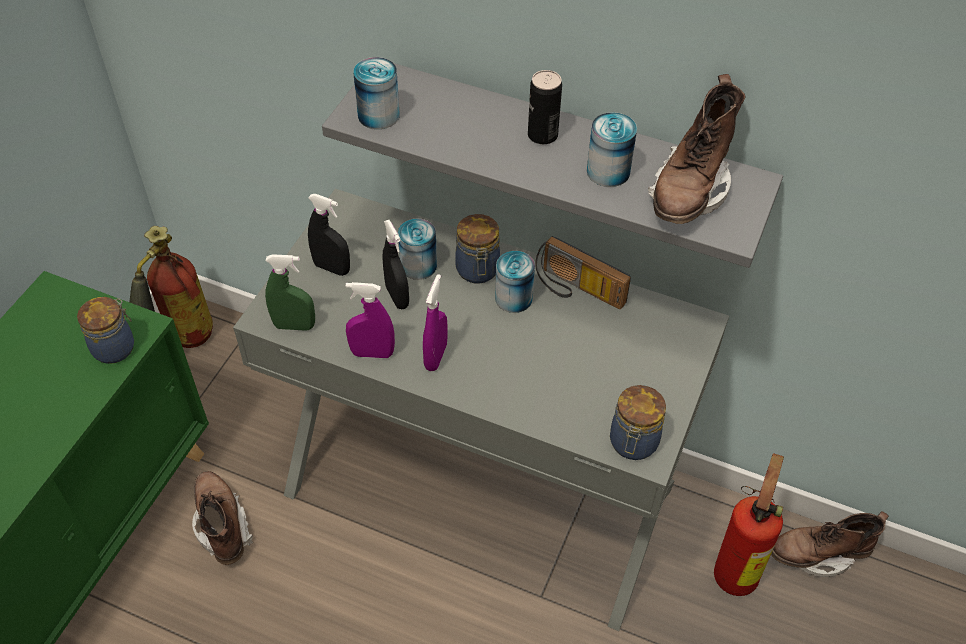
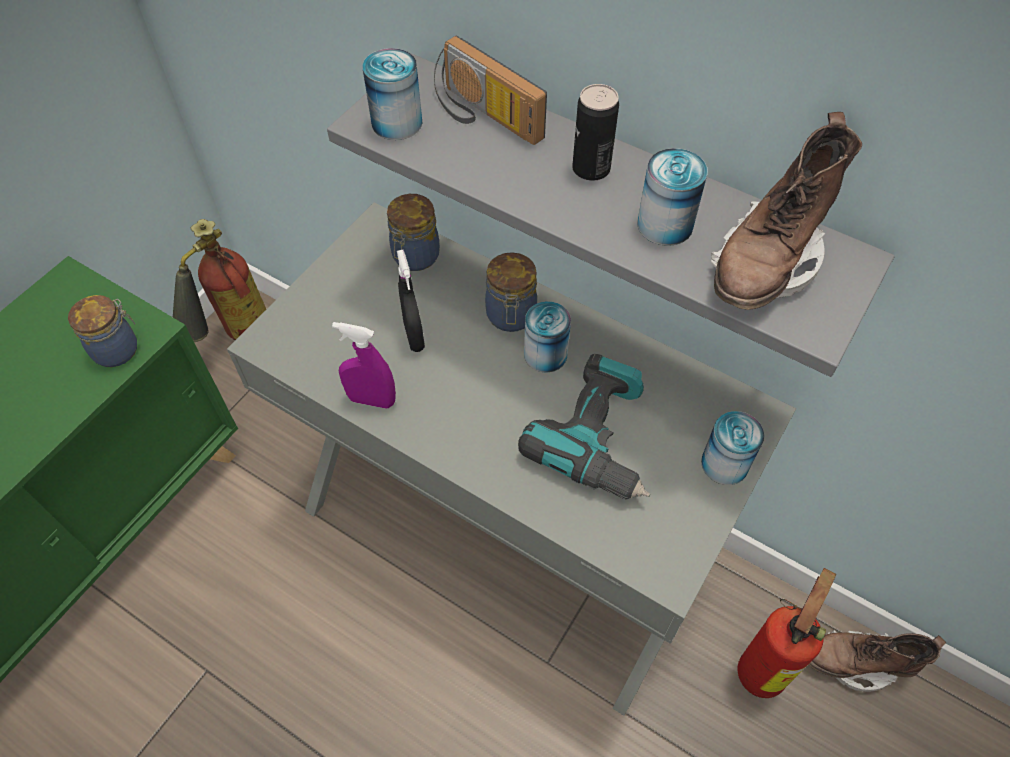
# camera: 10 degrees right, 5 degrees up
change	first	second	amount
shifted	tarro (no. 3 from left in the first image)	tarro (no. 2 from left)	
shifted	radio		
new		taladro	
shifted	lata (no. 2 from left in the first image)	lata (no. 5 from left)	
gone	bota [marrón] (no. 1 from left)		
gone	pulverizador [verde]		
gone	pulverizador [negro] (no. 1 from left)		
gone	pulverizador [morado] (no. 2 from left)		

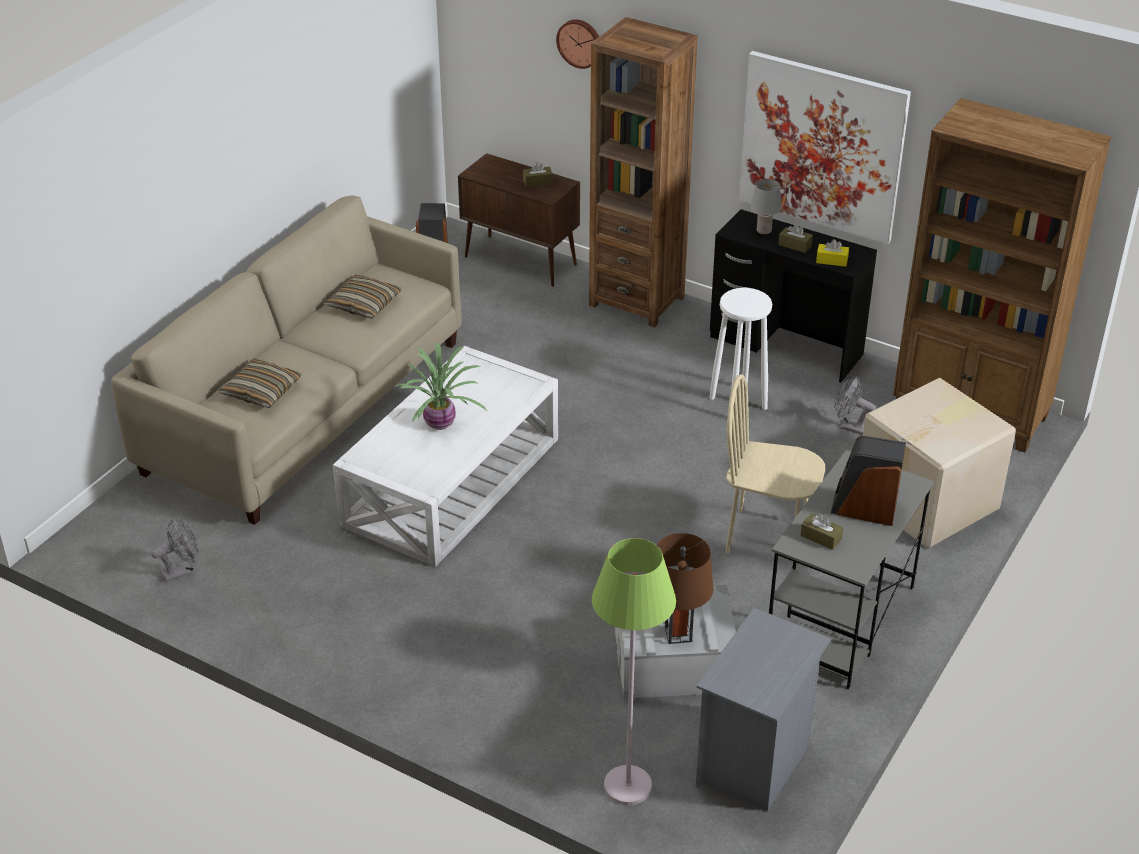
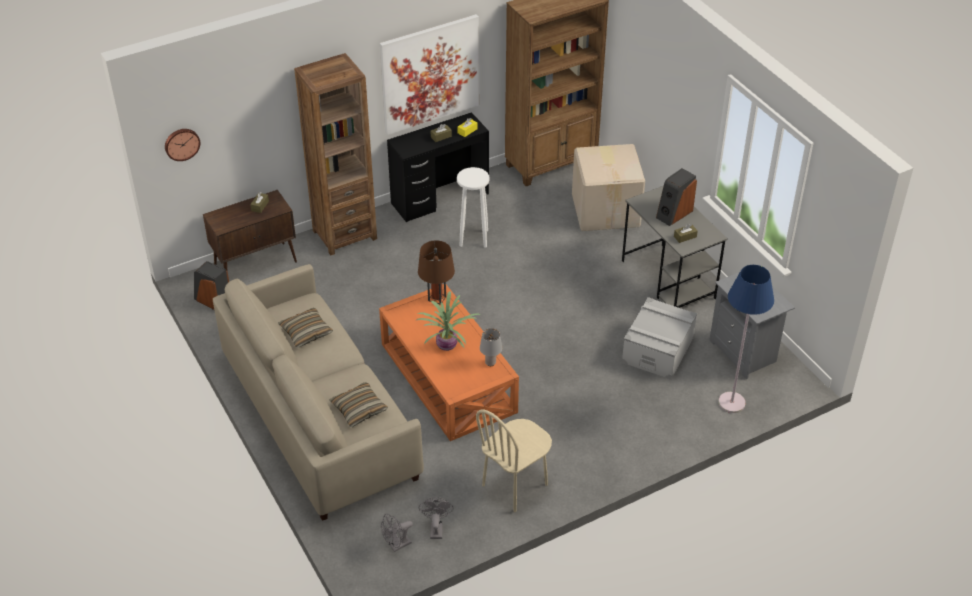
# camera: 60 degrees left, 5 degrees up
change	first	second	amount
shifted	reloj de pared		
repainted	mesa de centro [blanco]	mesa de centro [naranja]	
shifted	ventilador [gris] (no. 2 from left in the first image)	ventilador [gris] (no. 1 from left)	
shifted	lámpara de mesa [marrón]		
shifted	silla [beis]		
shifted	lámpara de mesa [gris]		
repainted	lámpara de pie [verde]	lámpara de pie [azul]	

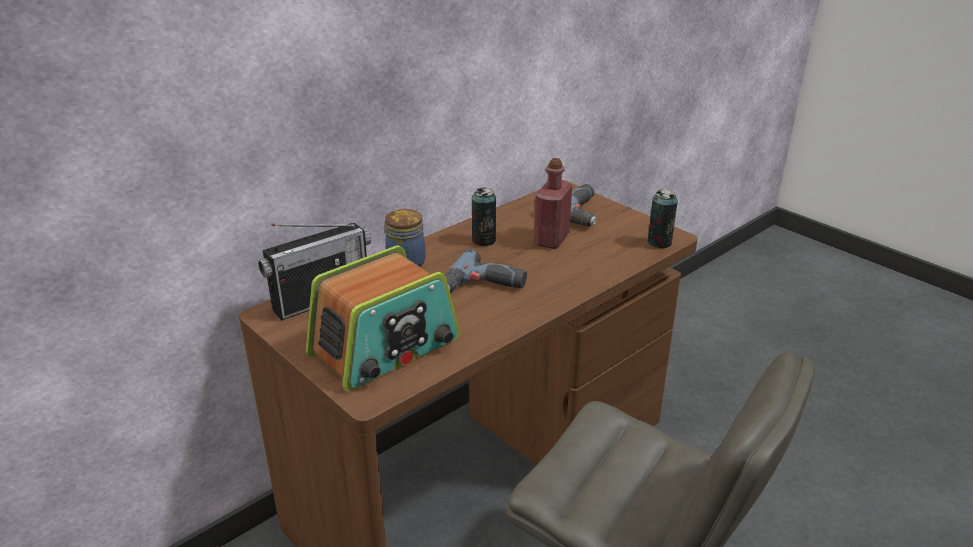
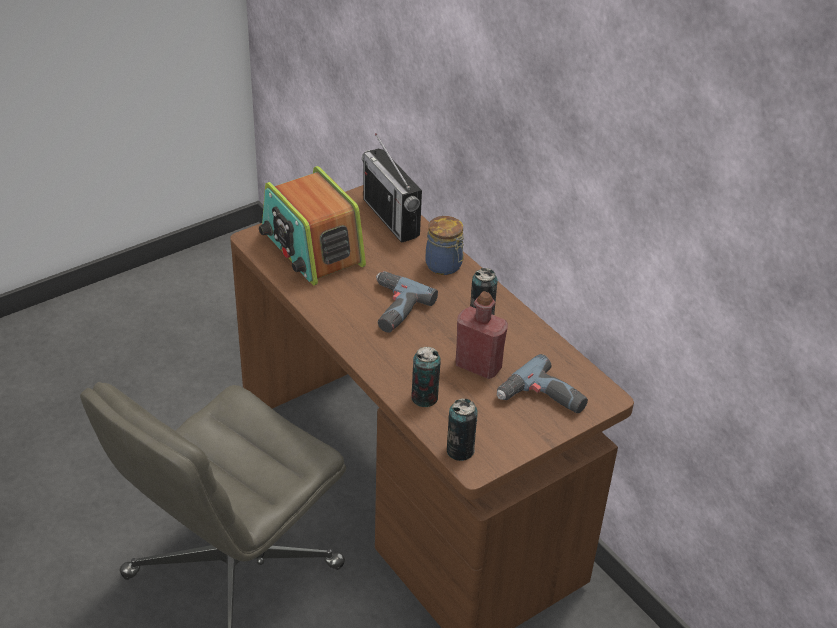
# camera: 95 degrees right, 10 degrees up
change	first	second	amount
new		lata (no. 1 from left)	

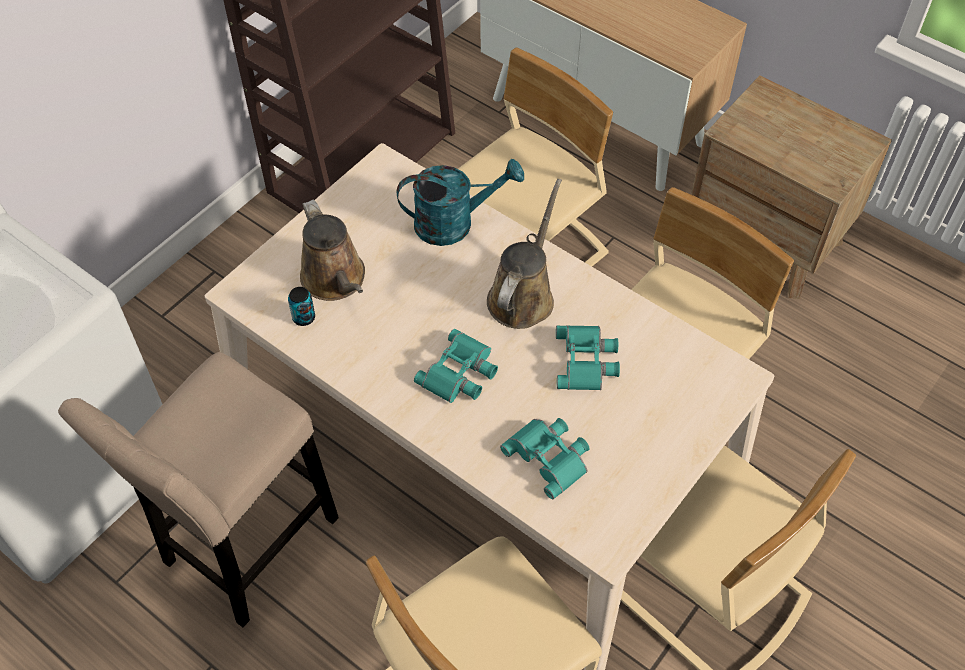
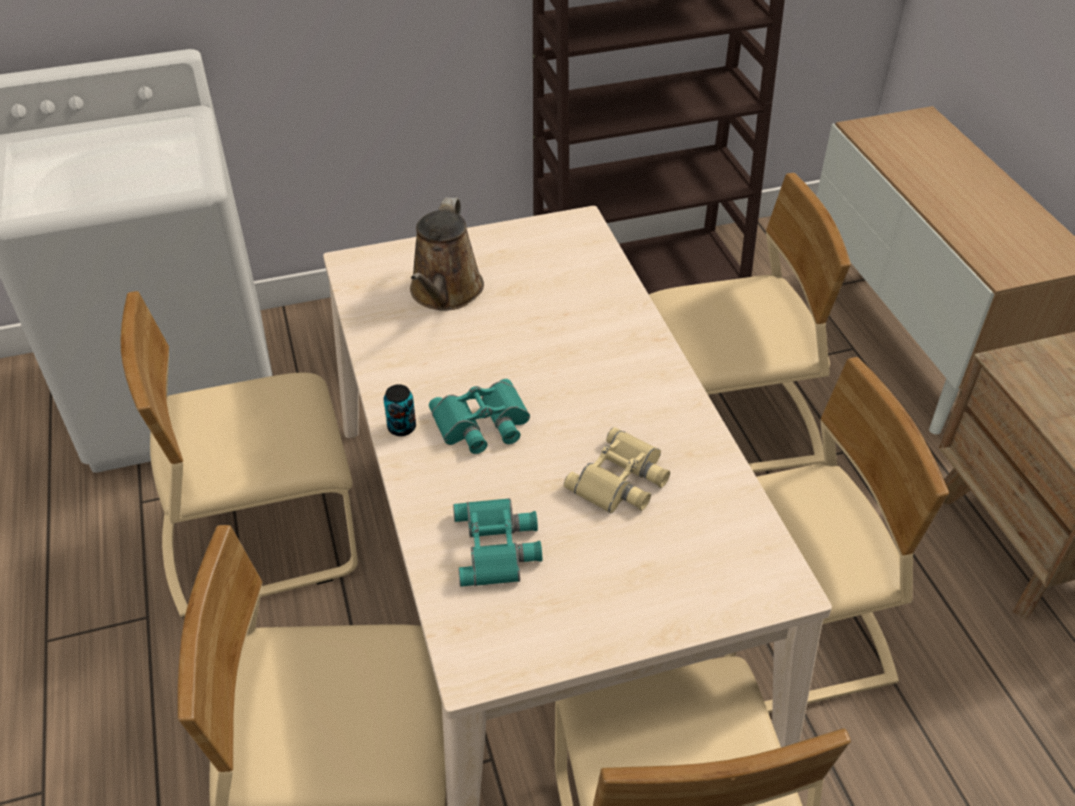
# camera: 35 degrees right, 10 degrees down
change	first	second	amount
swapped	taburete [beis]	silla [beis] (no. 1 from left)	
shifted	lata		
repainted	prismáticos [turquesa] (no. 3 from left)	prismáticos [beis]	
gone	regadera [turquesa]		
gone	regadera [marrón] (no. 2 from left)		

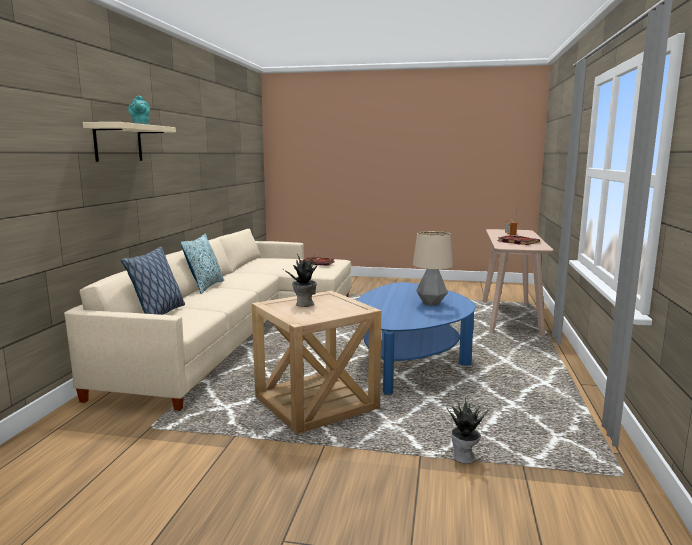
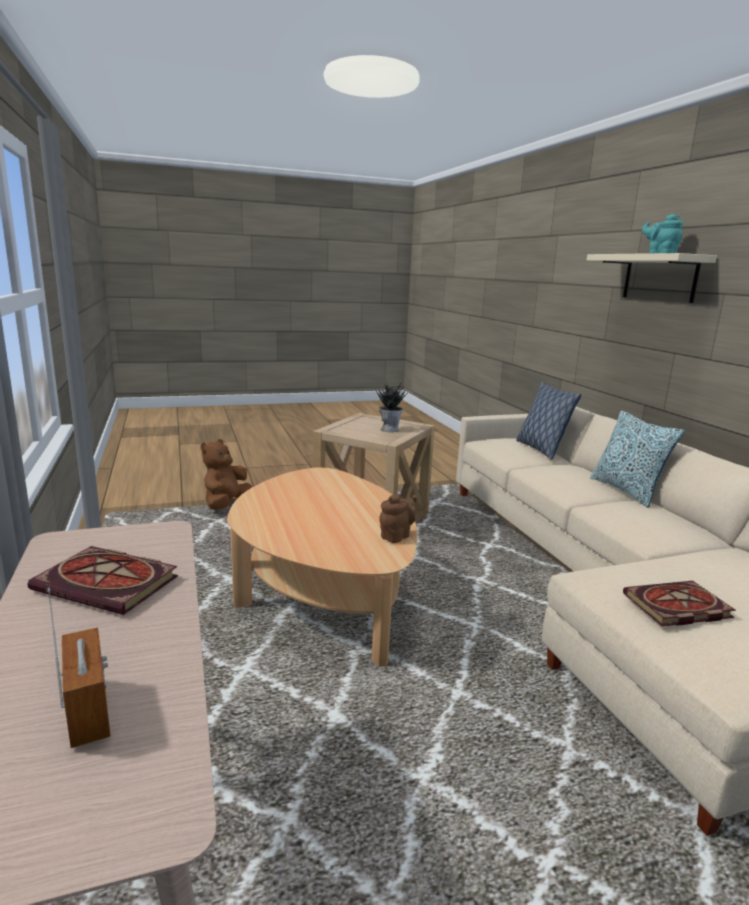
# camera: 150 degrees right, 5 degrees up
change	first	second	amount
swapped	planta en maceta (no. 2 from left)	peluche [marrón]	
repainted	mesa de centro [azul]	mesa de centro [beis]	
new		tetera [marrón]	
gone	lámpara de mesa		

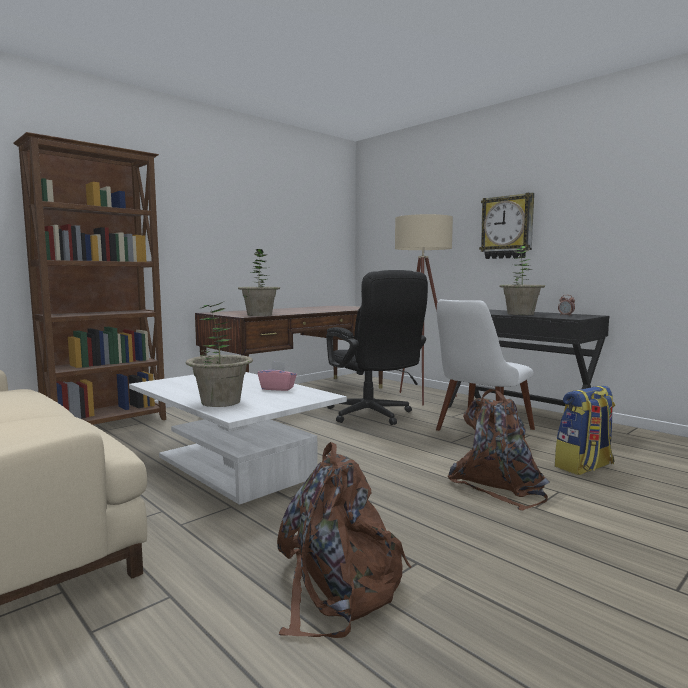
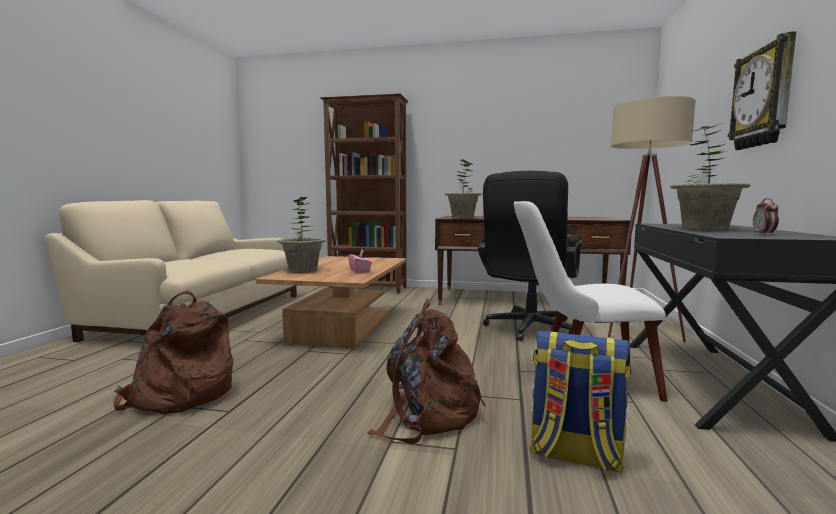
# camera: 55 degrees right, 0 degrees up
change	first	second	amount
repainted	mesa de centro [blanco]	mesa de centro [marrón]	

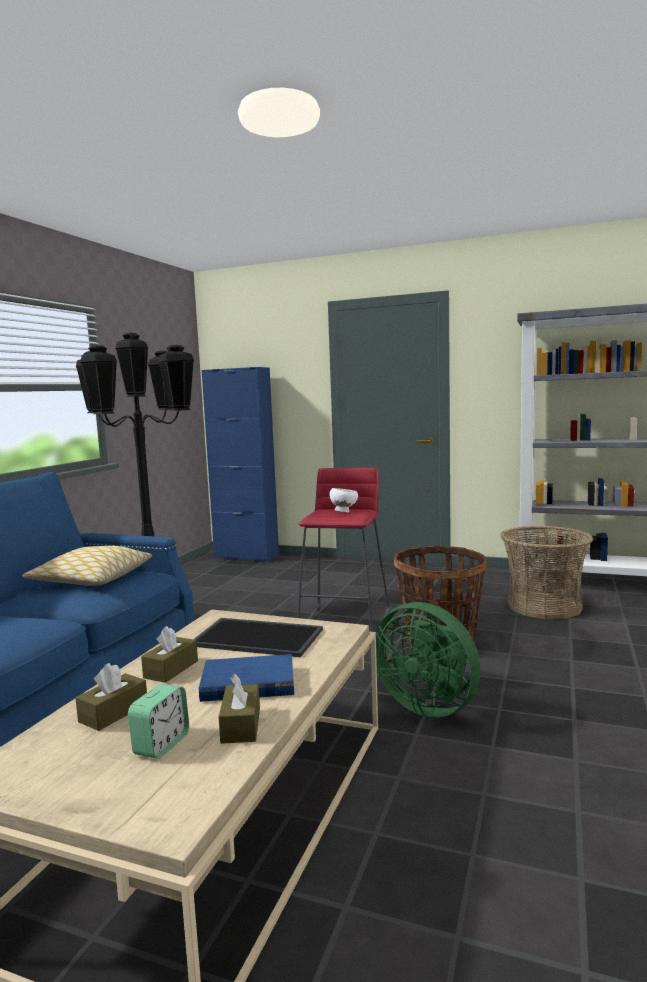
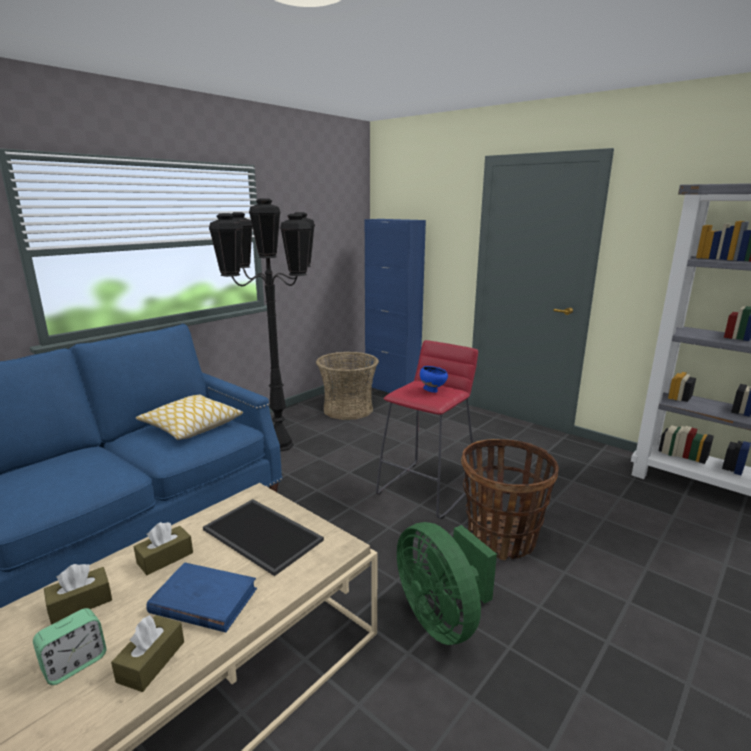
# camera: 20 degrees right, 10 degrees up
change	first	second	amount
shifted	cesta (no. 2 from left in the first image)	cesta (no. 1 from left)	
repainted	cuenco [blanco]	cuenco [azul]	

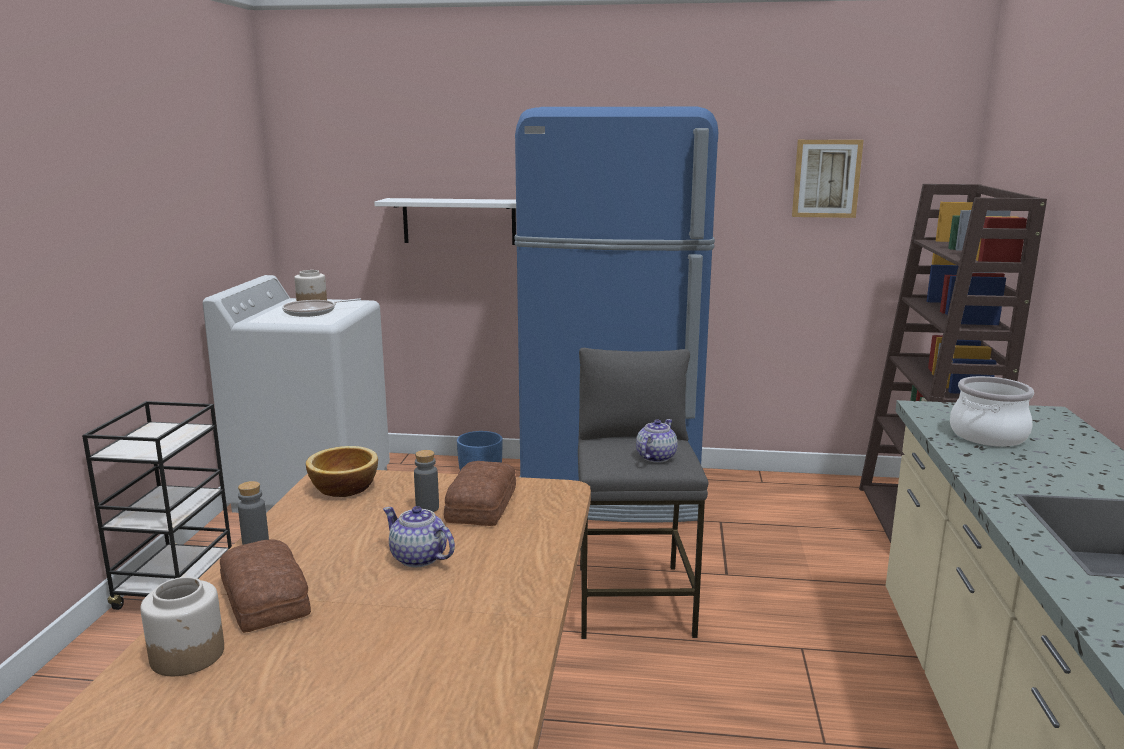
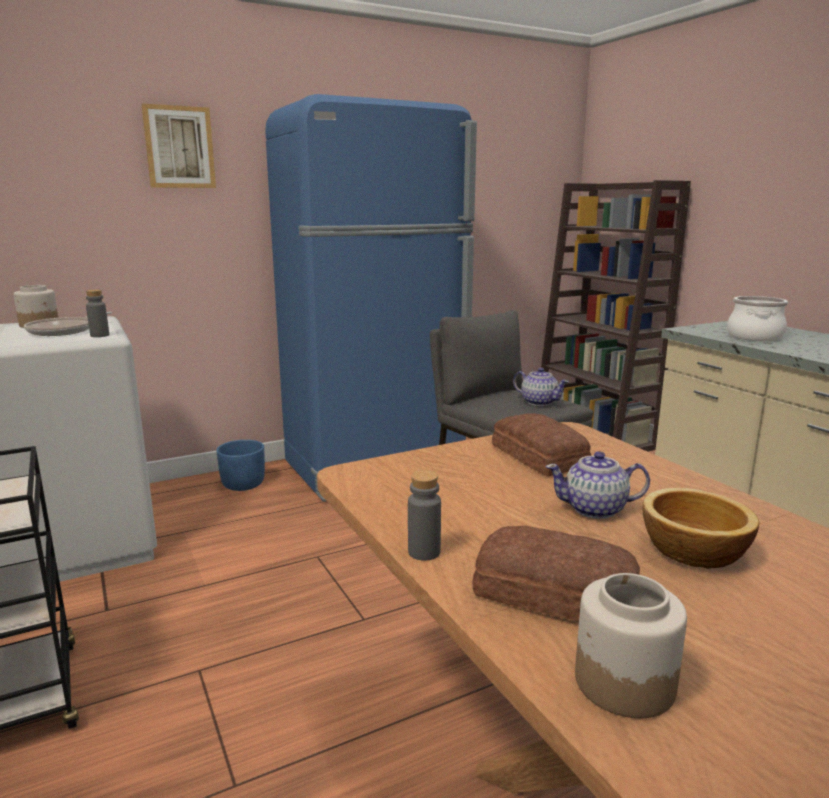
# camera: 35 degrees left, 0 degrees up
change	first	second	amount
shifted	botella [gris] (no. 2 from left in the first image)	botella [gris] (no. 1 from left)	
shifted	cuadro		
rotated	tetera (no. 2 from left in the first image)	tetera (no. 1 from left)	135 degrees clockwise
shifted	cuenco		
gone	estante [blanco]		

